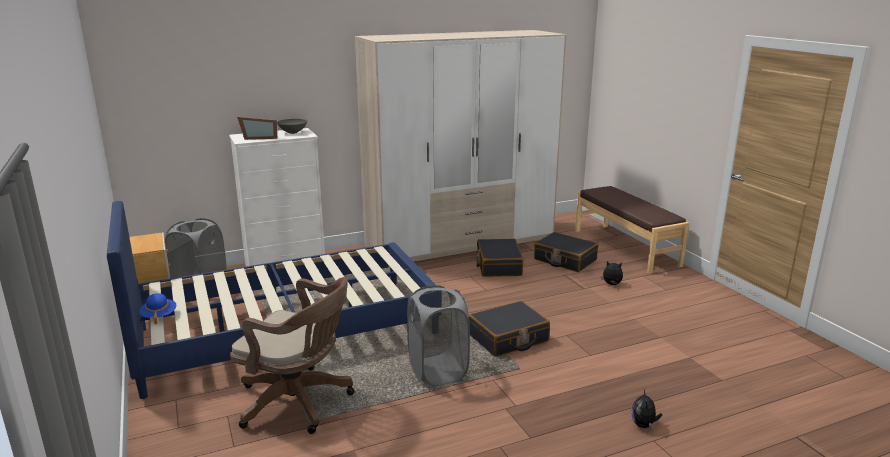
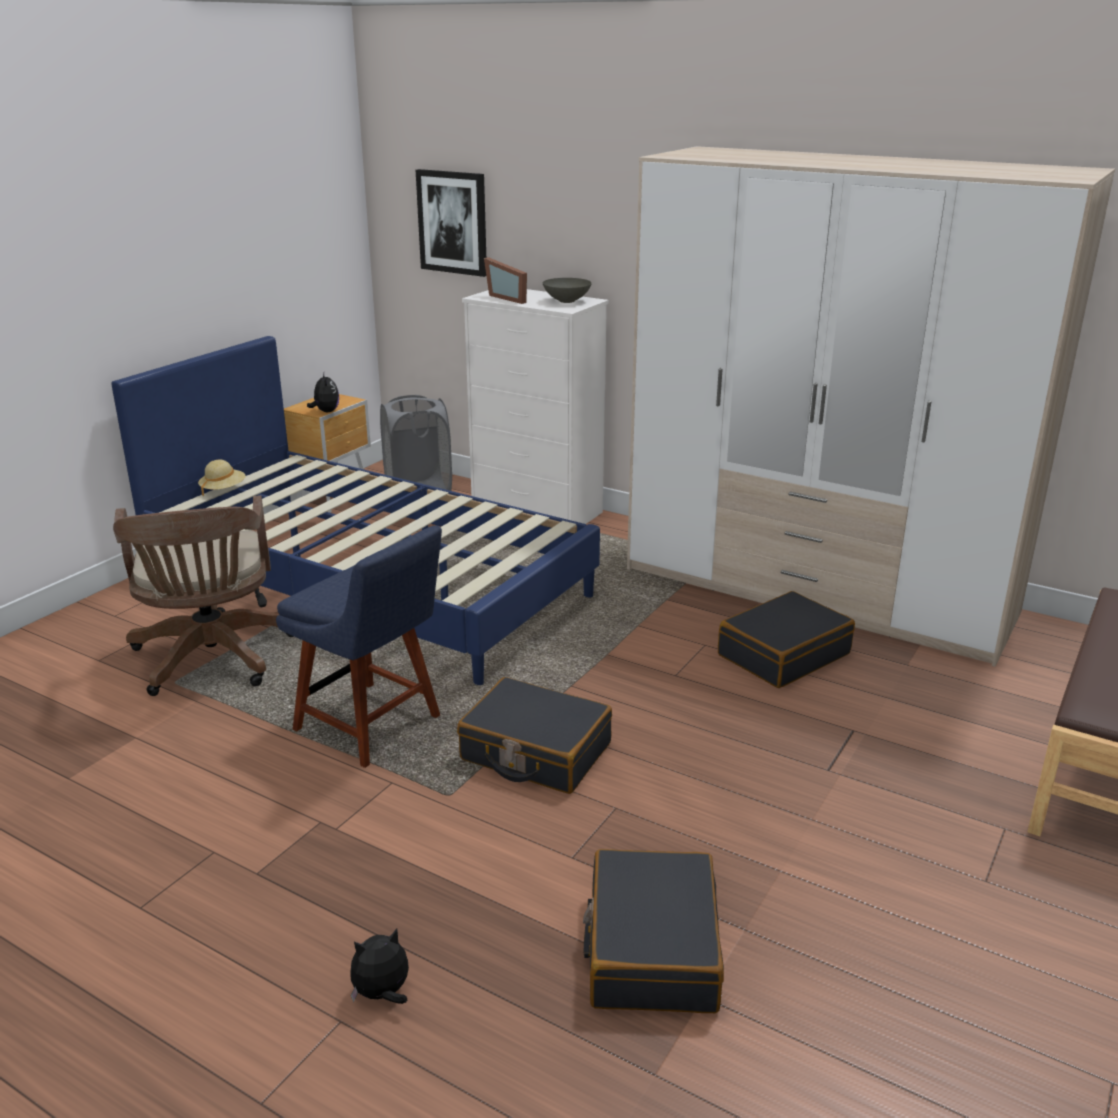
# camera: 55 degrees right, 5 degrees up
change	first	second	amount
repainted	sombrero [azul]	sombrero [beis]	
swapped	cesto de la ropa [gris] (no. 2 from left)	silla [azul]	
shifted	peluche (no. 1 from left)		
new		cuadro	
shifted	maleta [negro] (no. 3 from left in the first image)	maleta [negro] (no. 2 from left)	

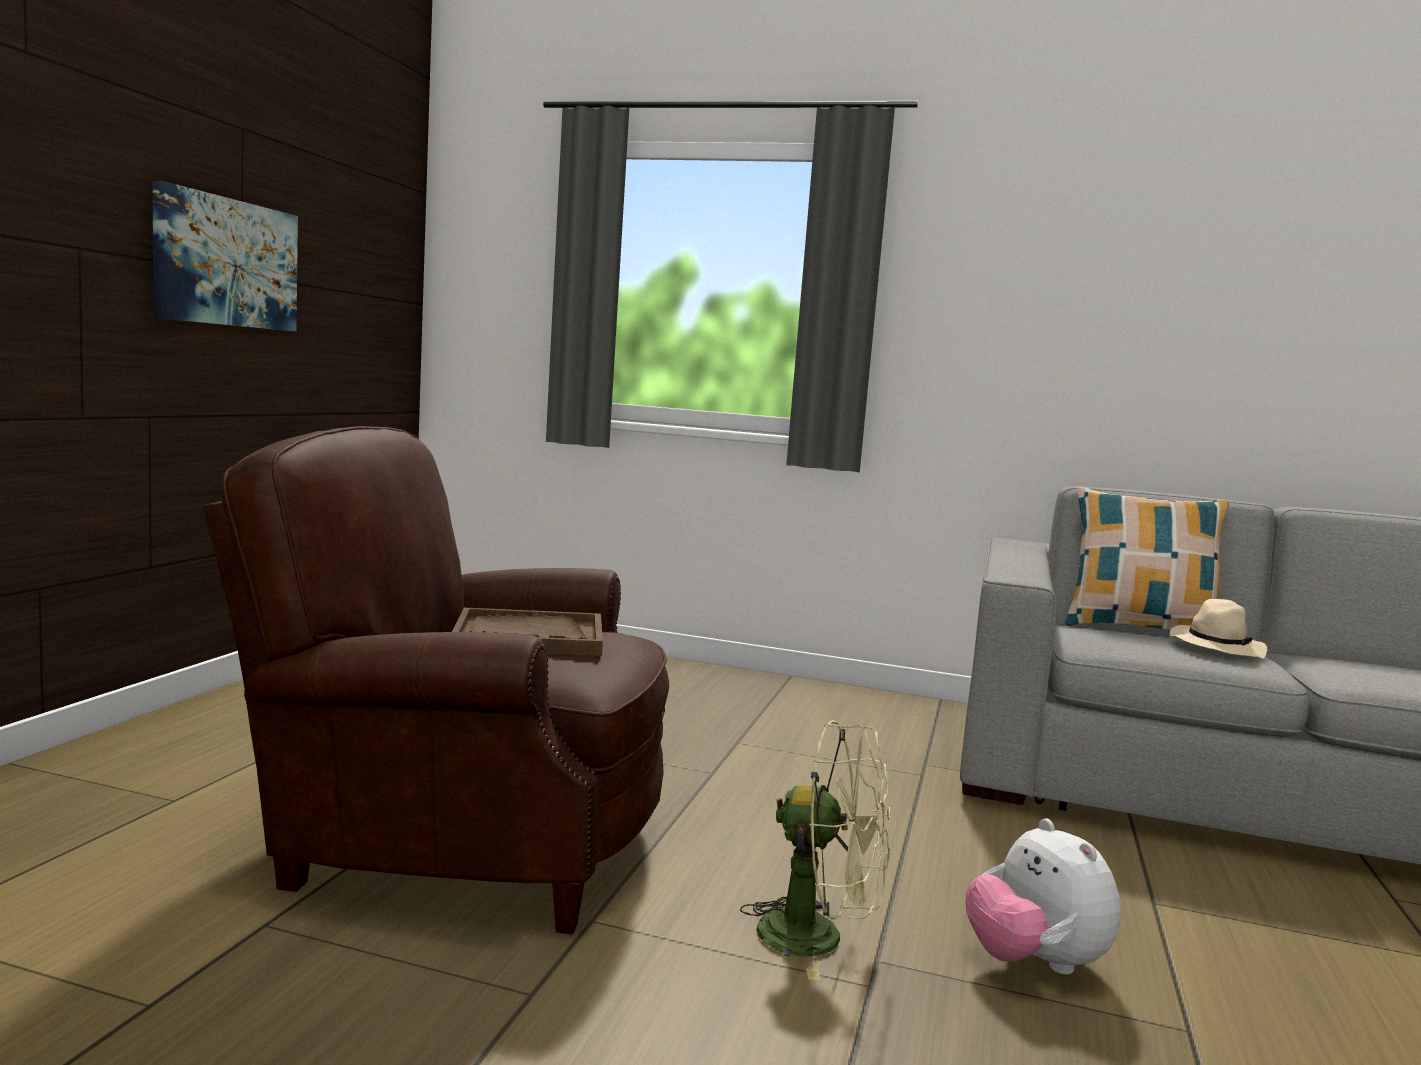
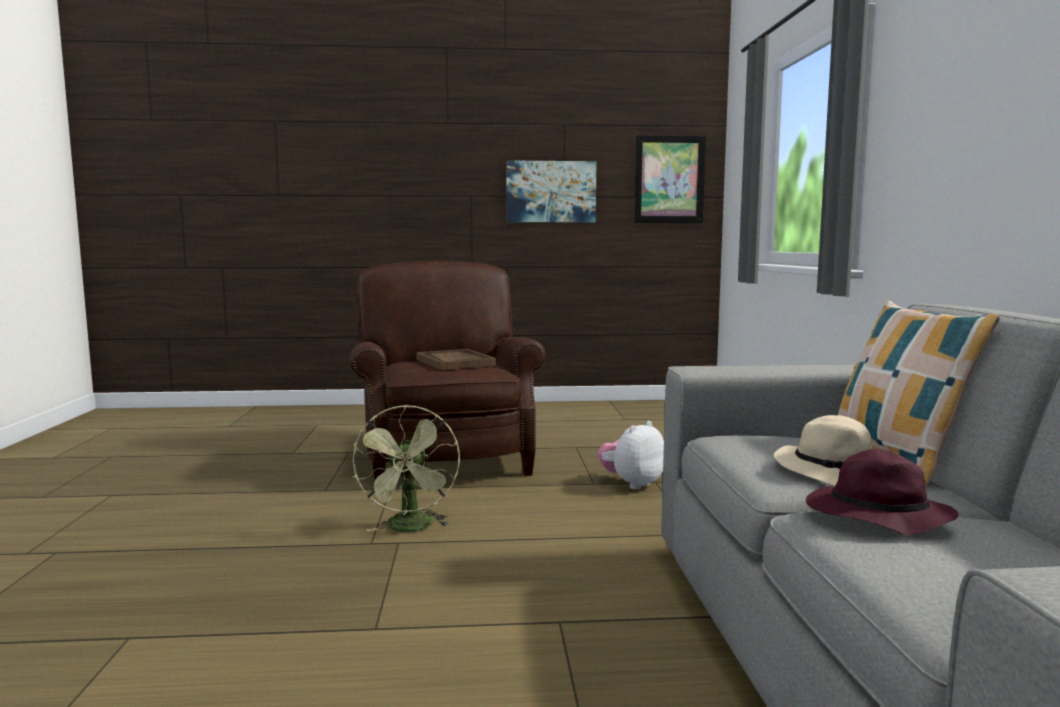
# camera: 70 degrees right, 0 degrees up
change	first	second	amount
shifted	peluche		
new		cuadro (no. 2 from left)	
new		sombrero [morado]	

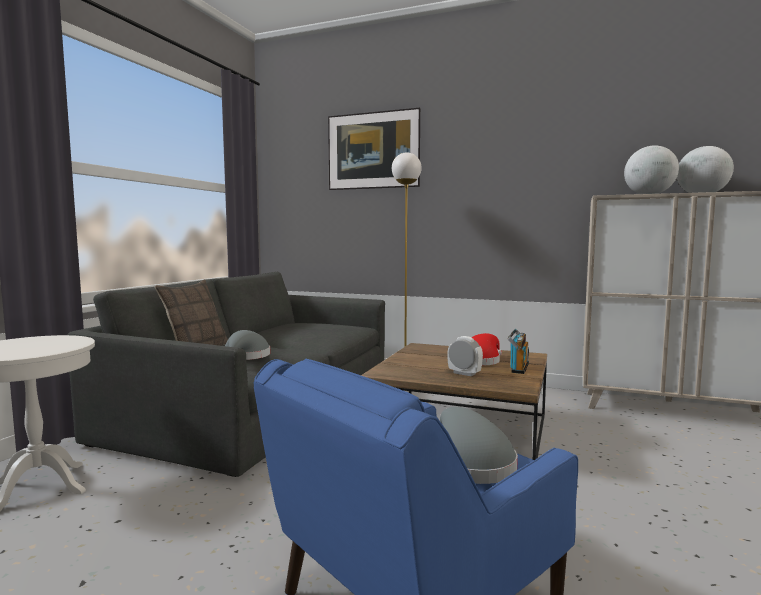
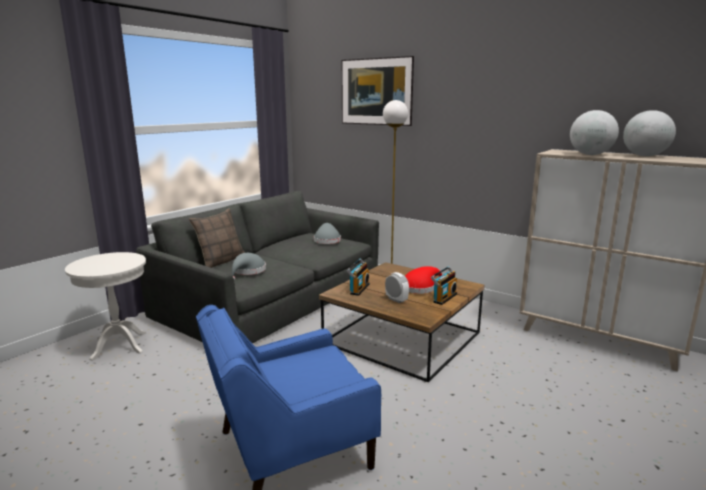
# camera: 15 degrees right, 10 degrees up
change	first	second	amount
shifted	sombrero [gris] (no. 2 from left)		
new		radio (no. 1 from left)	

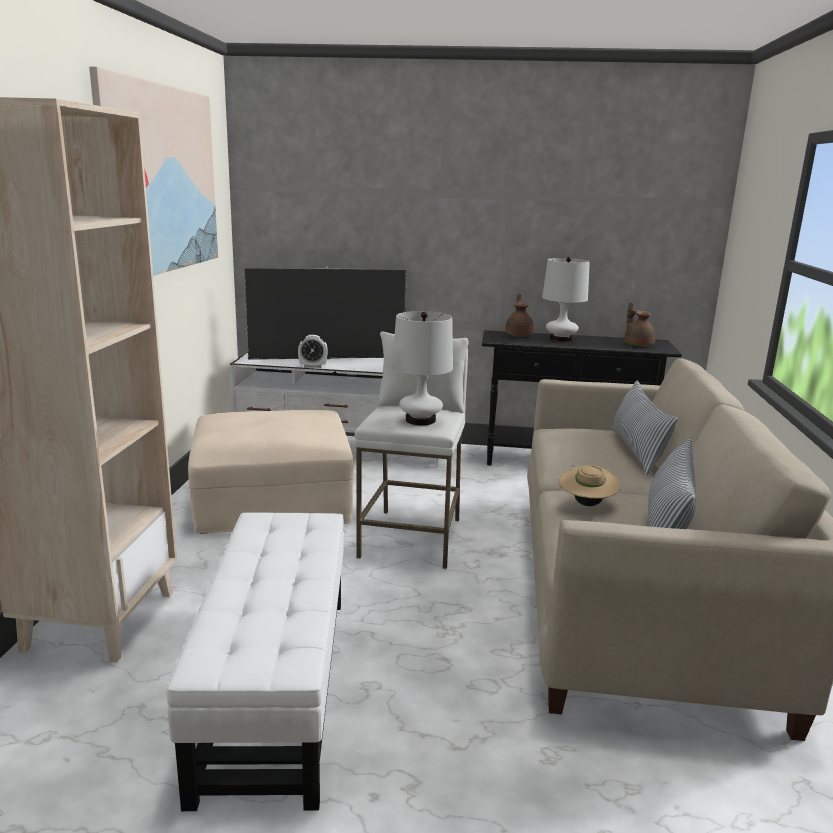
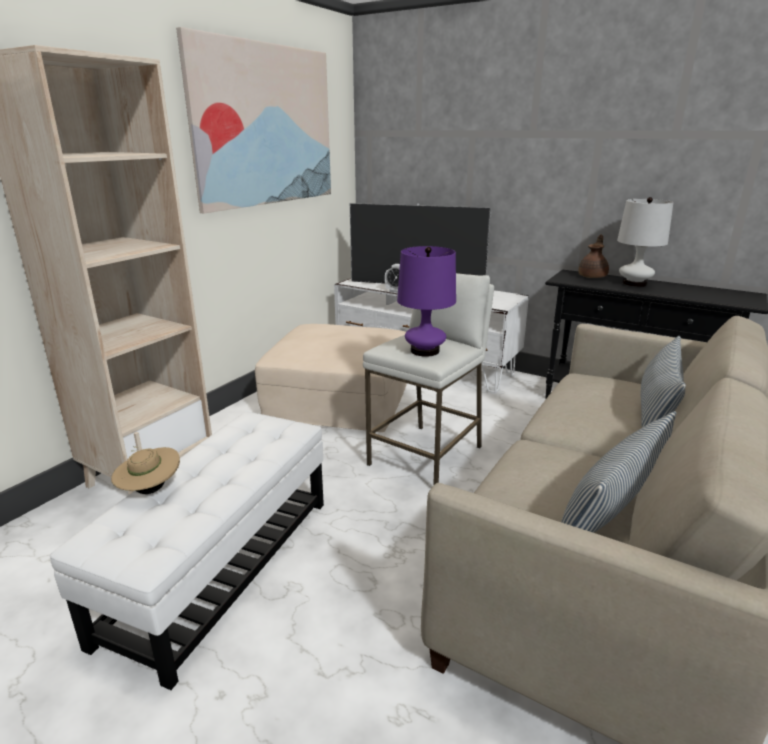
# camera: 25 degrees right, 5 degrees up
change	first	second	amount
shifted	sombrero [beis]		
repainted	lámpara de mesa [blanco] (no. 1 from left)	lámpara de mesa [morado]	
gone	tetera [marrón] (no. 2 from left)		

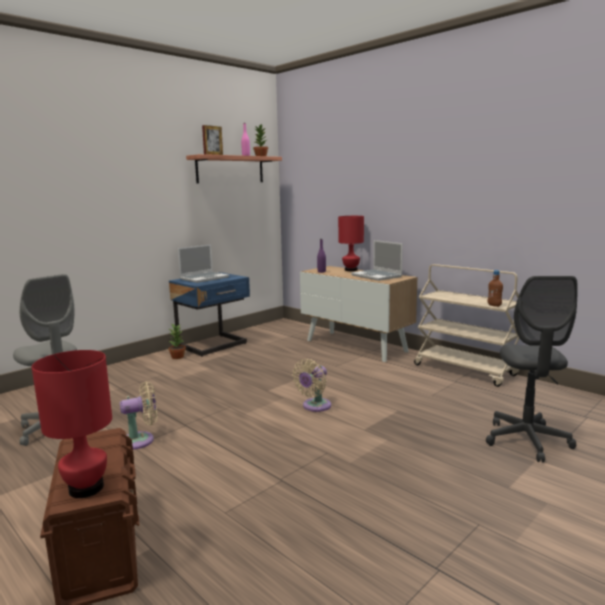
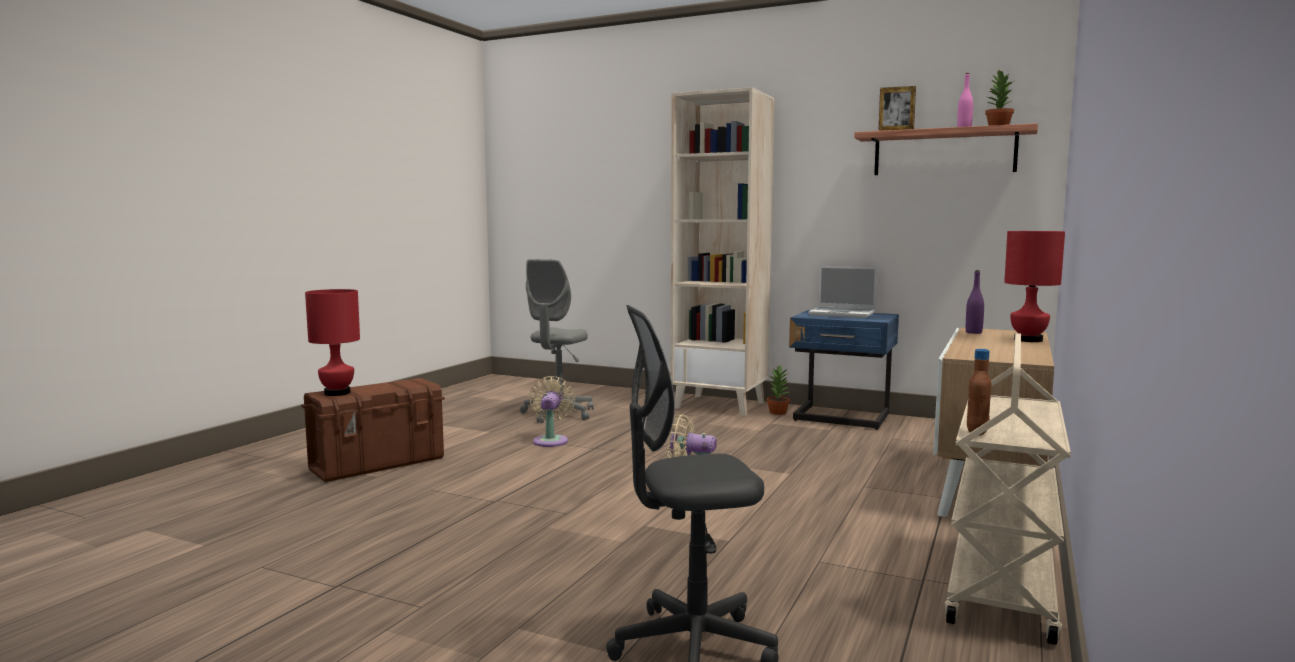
# camera: 70 degrees right, 5 degrees down
change	first	second	amount
rotated	ventilador [beis] (no. 1 from left)		135 degrees counterclockwise
new		estantería [beis]	
gone	portátil (no. 2 from left)		

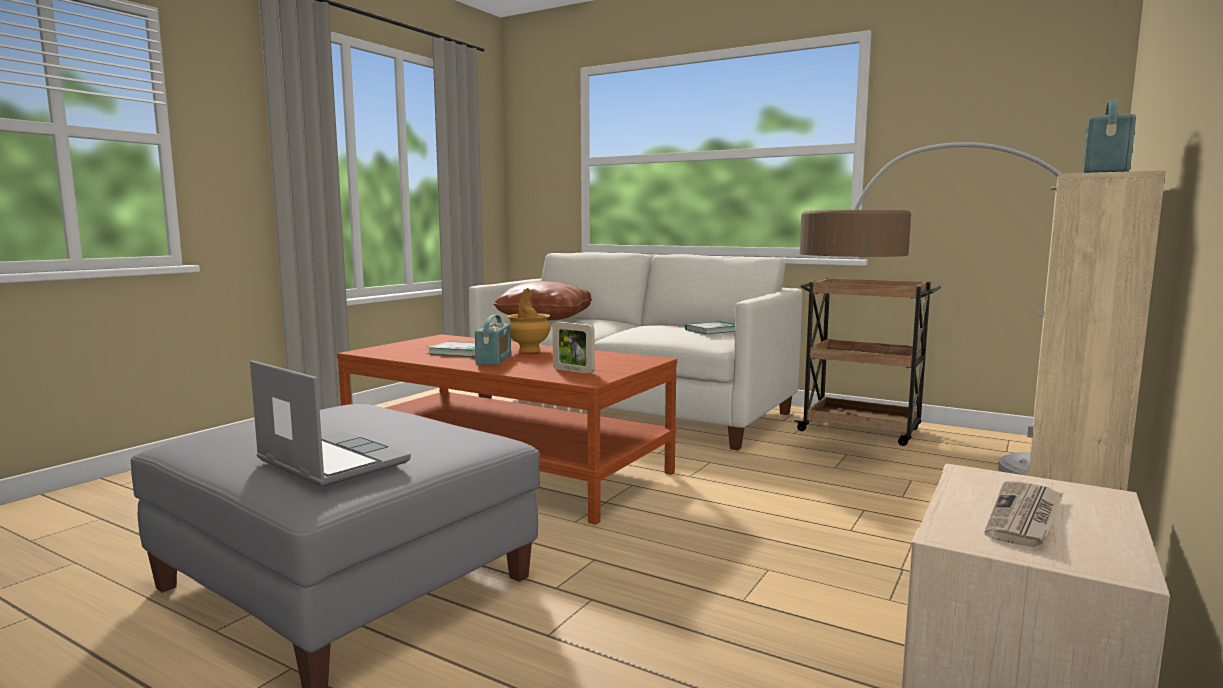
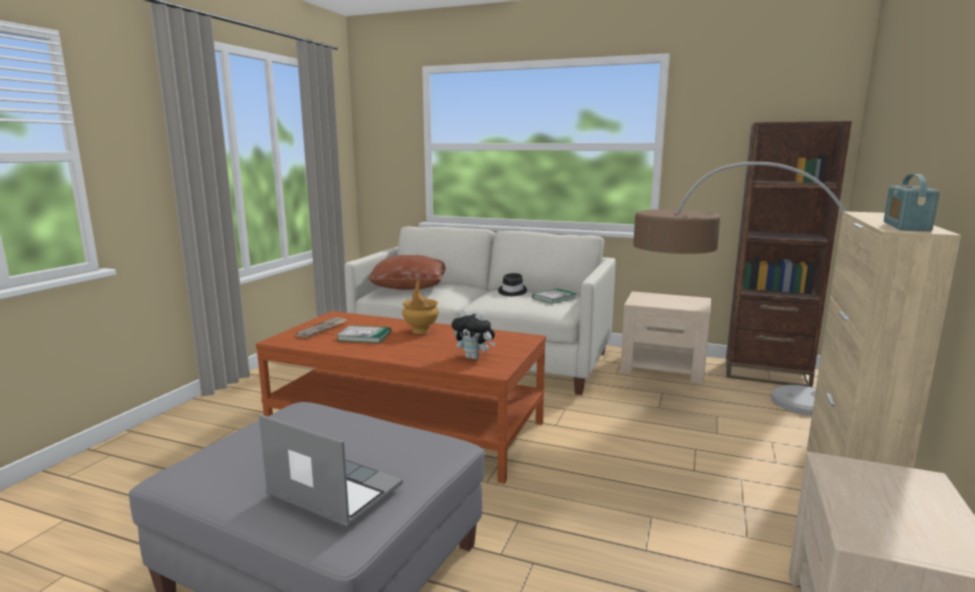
# camera: 10 degrees left, 5 degrees up
change	first	second	amount
shifted	periódico		
swapped	portarretratos	peluche	
new		sombrero [negro]	
swapped	carrito [marrón]	mesita de noche [beis] (no. 1 from left)	
new		estantería [marrón]	
gone	radio (no. 1 from left)		

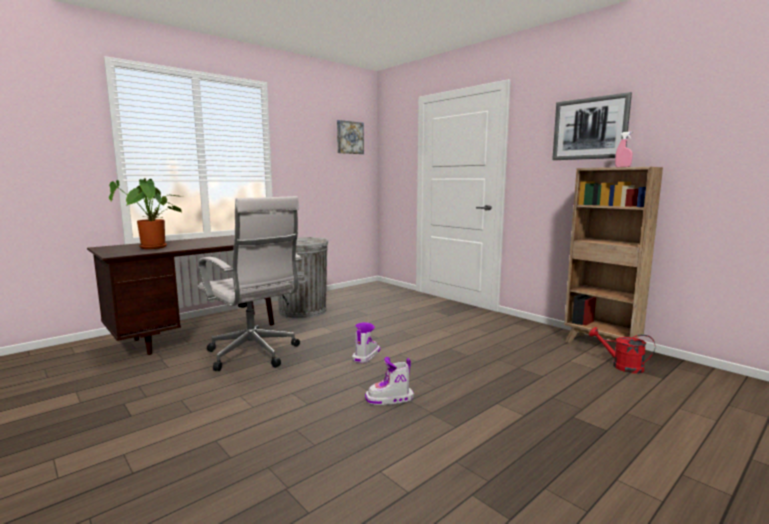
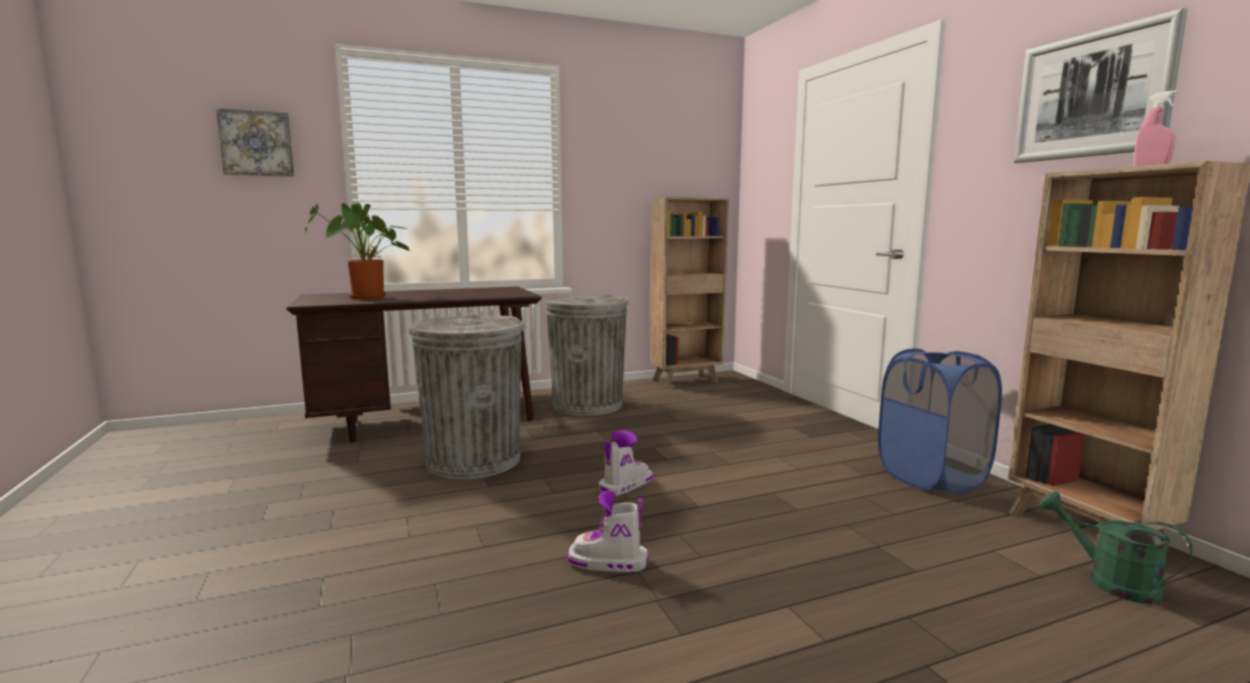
# camera: 20 degrees right, 0 degrees up
change	first	second	amount
shifted	cuadro (no. 1 from left)		
swapped	silla de oficina [blanco]	papelera [gris] (no. 1 from left)	
new		estantería [marrón] (no. 1 from left)	
new		cesto de la ropa [azul]	
repainted	regadera [rojo]	regadera [verde]	

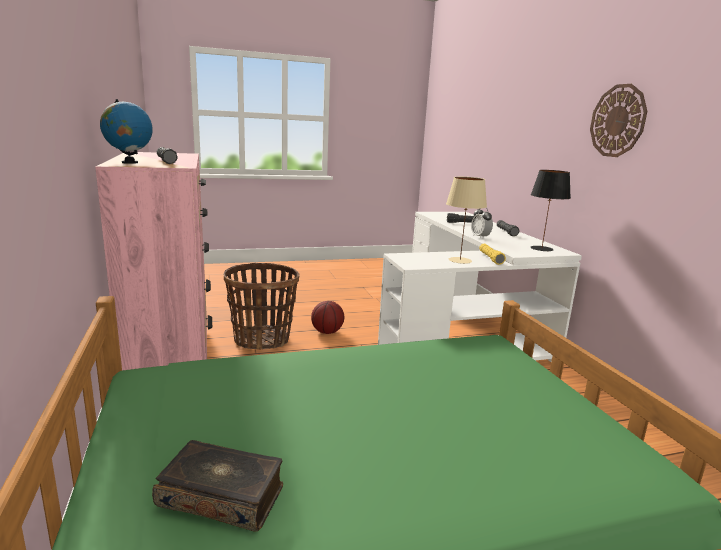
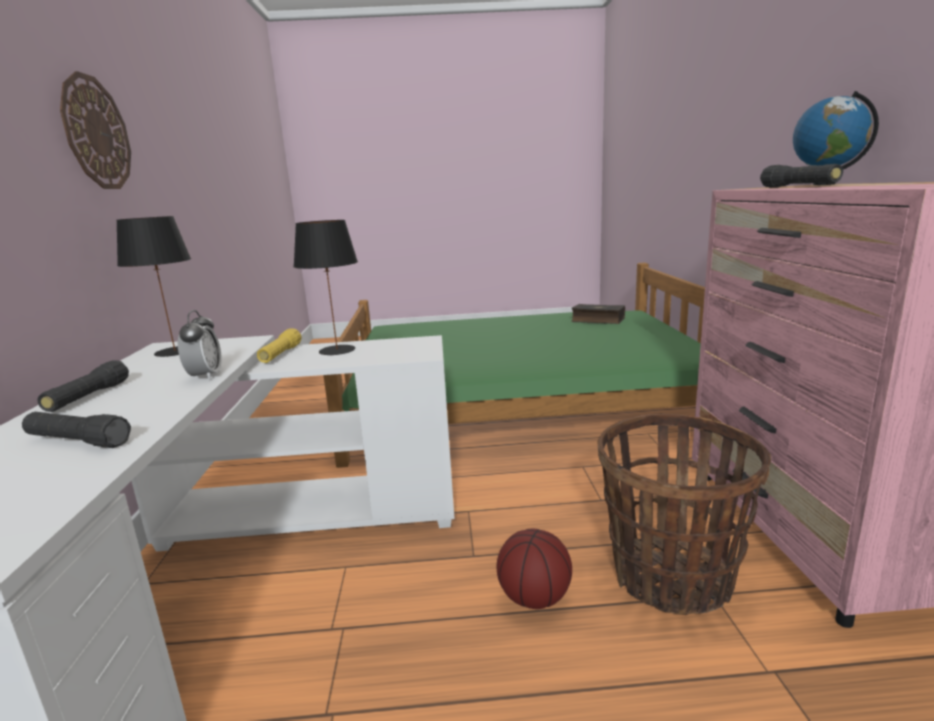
# camera: 165 degrees left, 0 degrees up
change	first	second	amount
repainted	lámpara de mesa [beis]	lámpara de mesa [negro] (no. 2 from left)	

